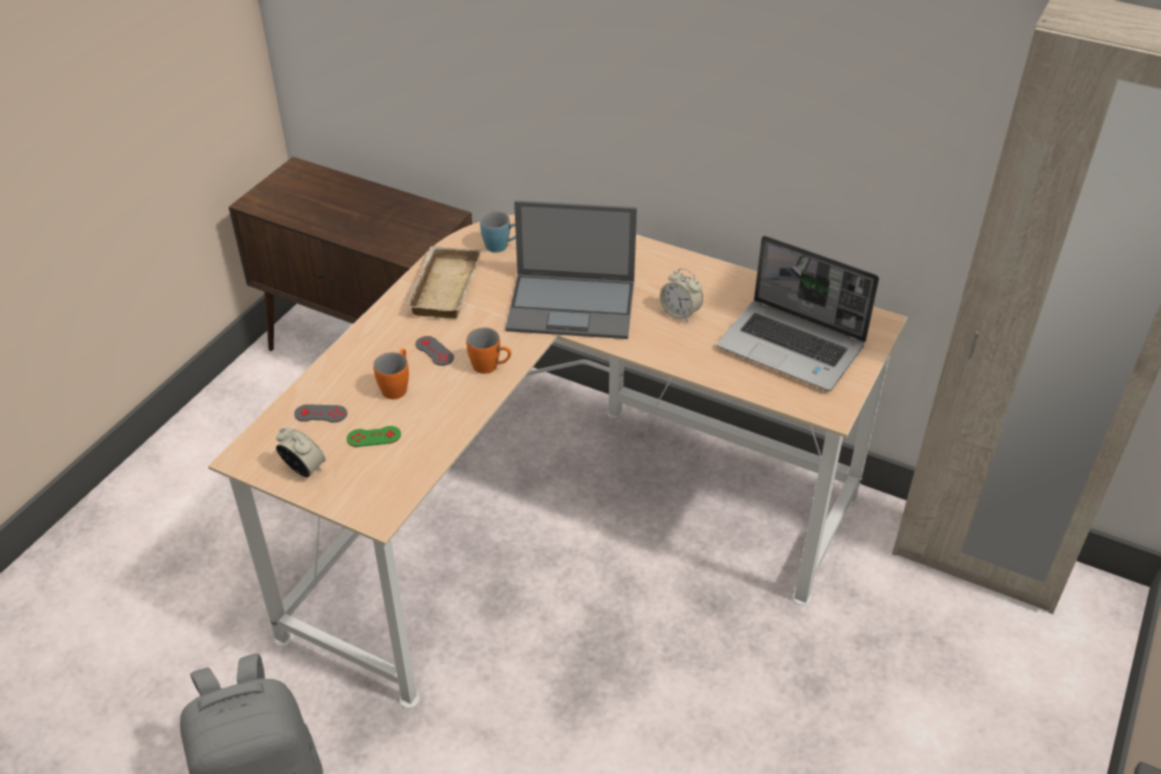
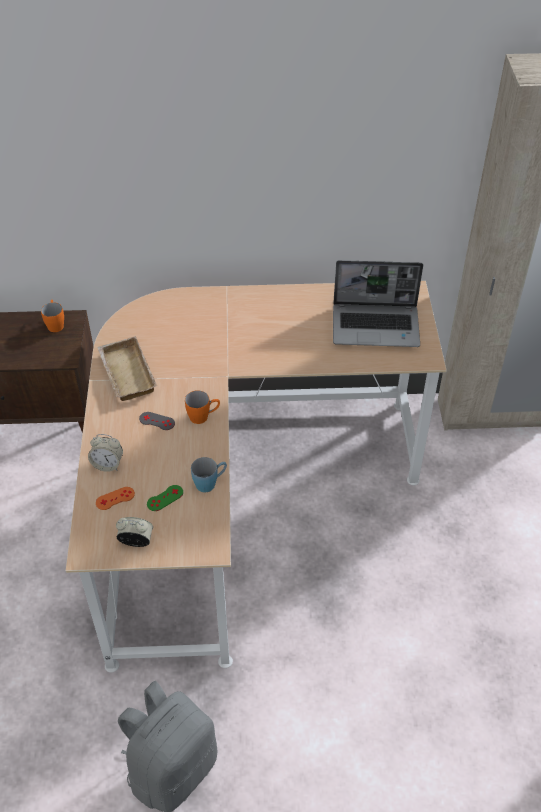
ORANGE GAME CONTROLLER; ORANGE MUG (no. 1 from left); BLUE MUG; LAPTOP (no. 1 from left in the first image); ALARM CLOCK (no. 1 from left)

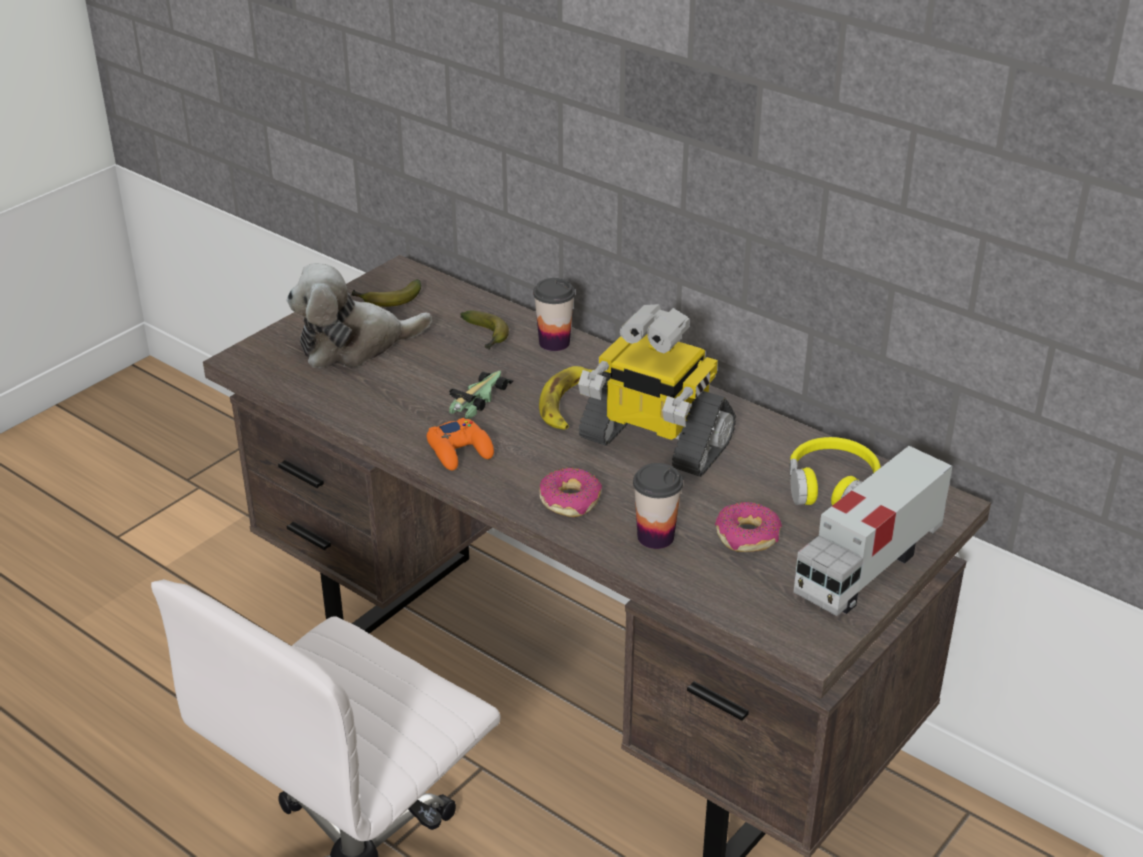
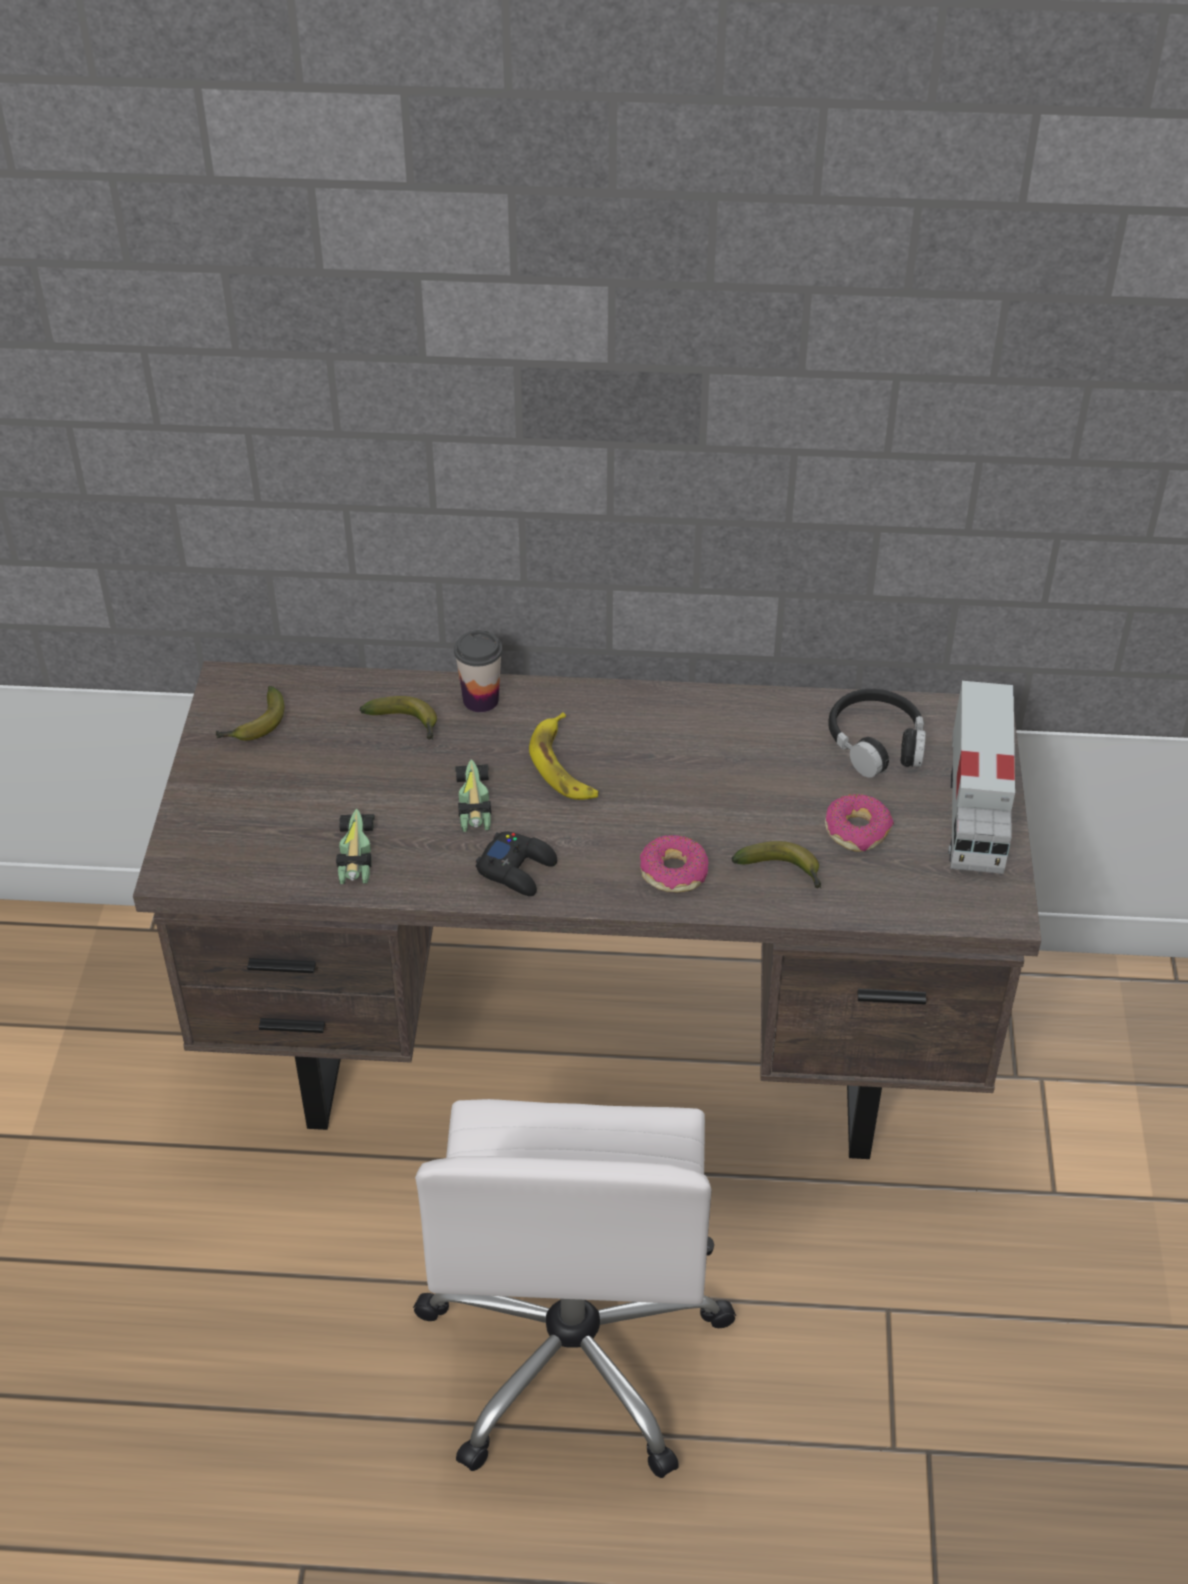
PLUSH TOY; BLACK GAME CONTROLLER; TOY ROBOT; BANANA (no. 4 from left); BLACK HEADPHONES; TOY CAR (no. 1 from left)

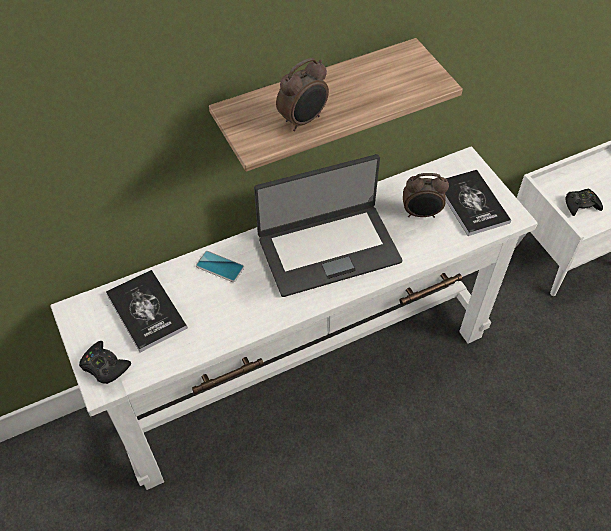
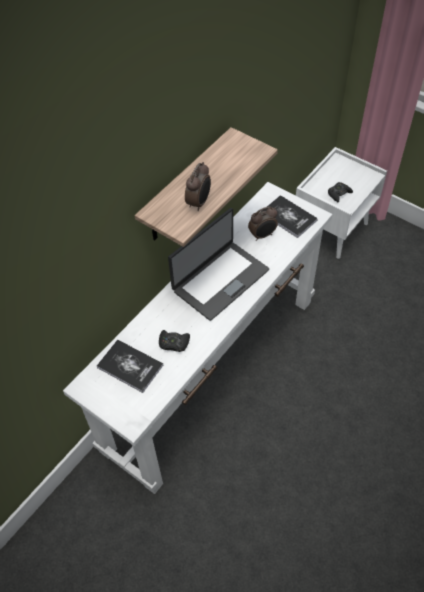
BLACK GAME CONTROLLER (no. 1 from left); PHONE

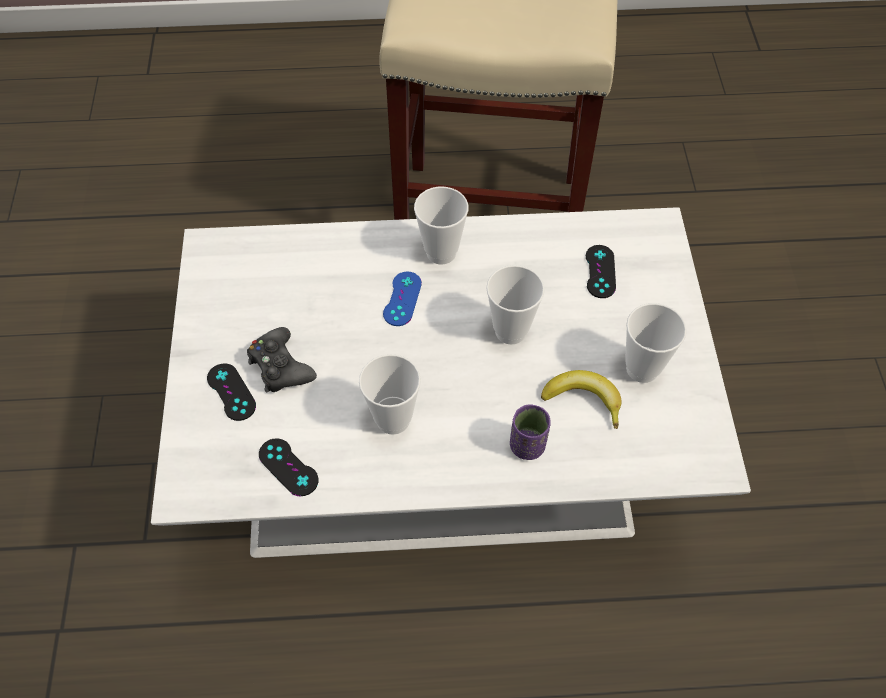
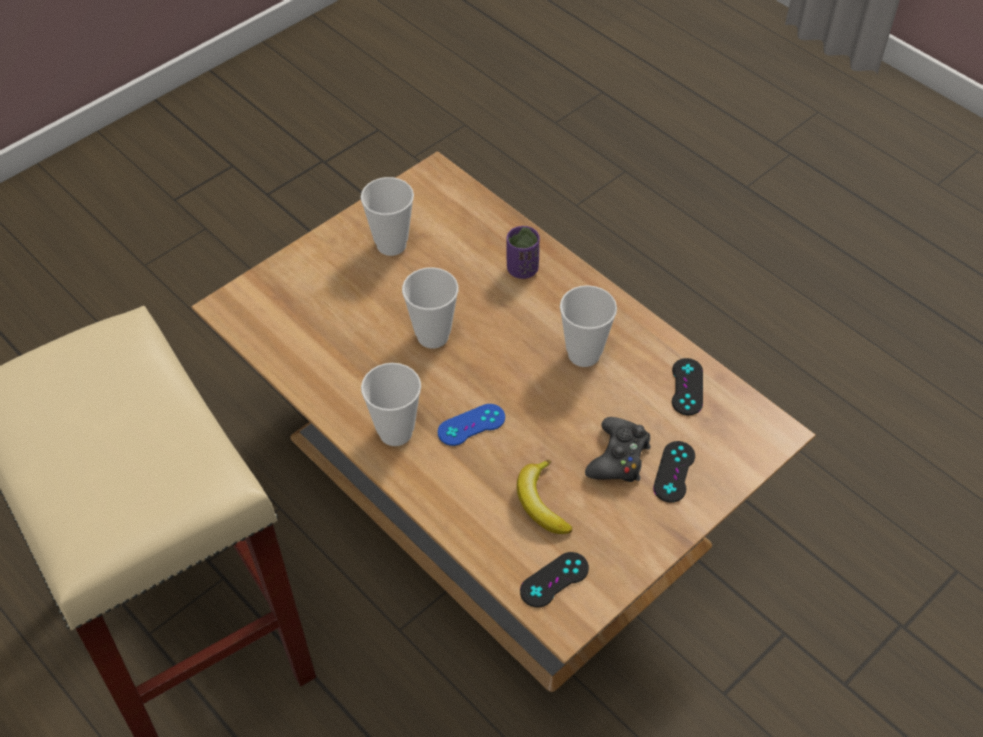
BROWN COFFEE TABLE; BANANA; BLACK GAME CONTROLLER (no. 1 from left)

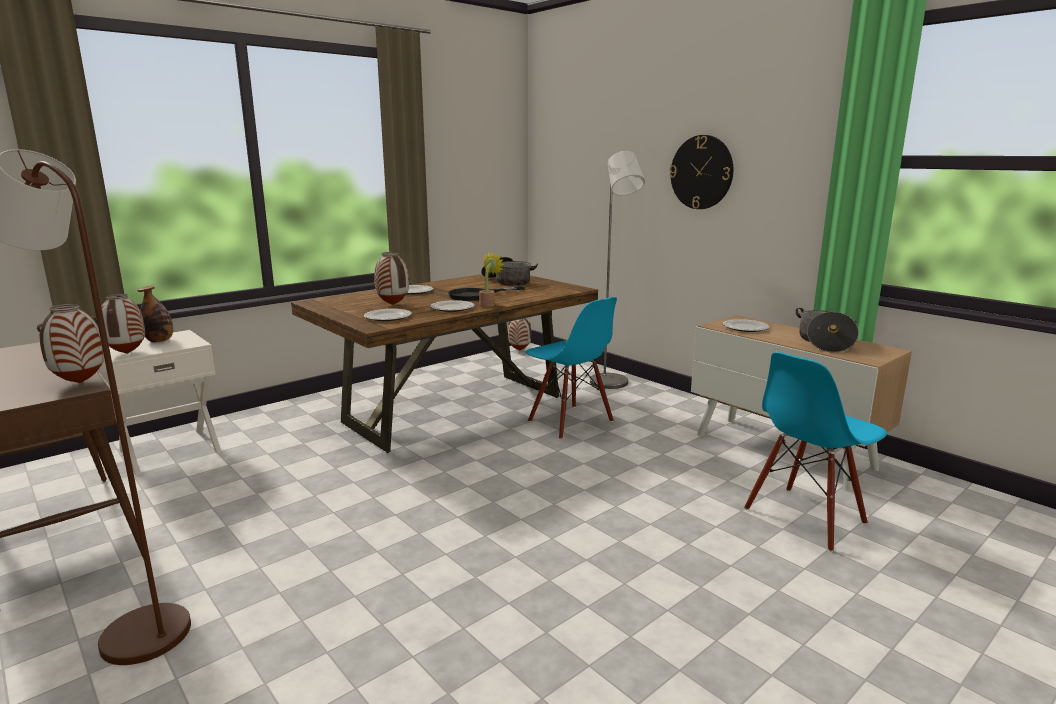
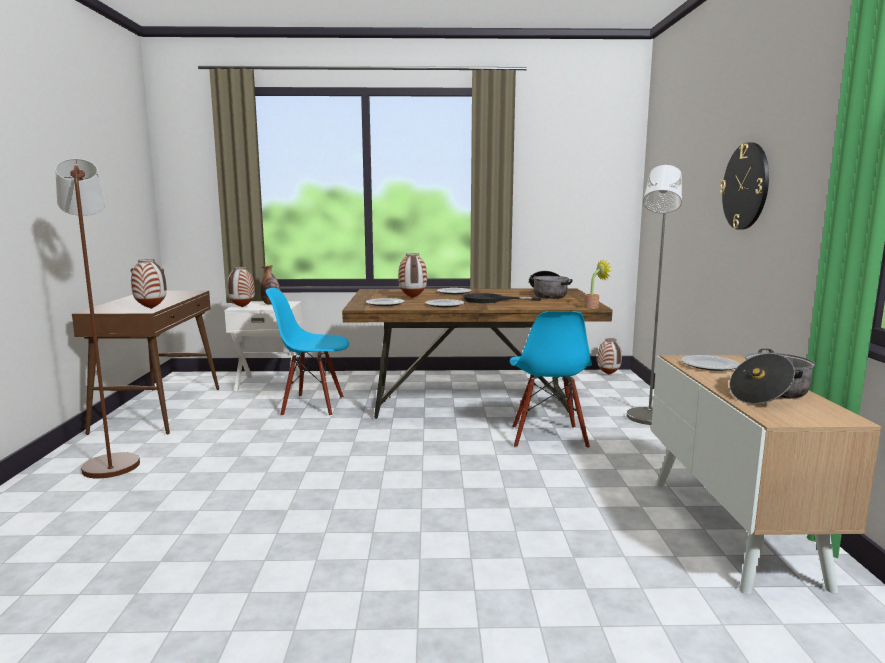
POTTED PLANT; BLUE CHAIR (no. 1 from left)

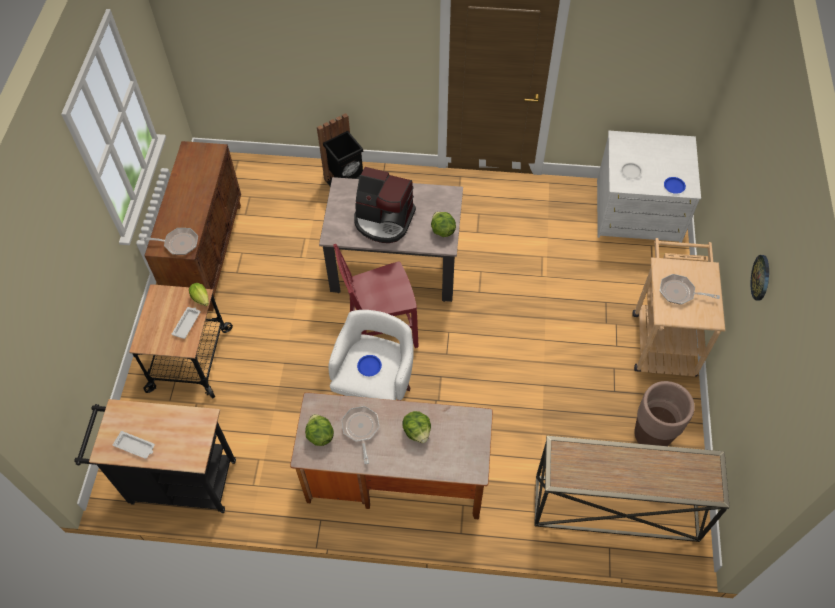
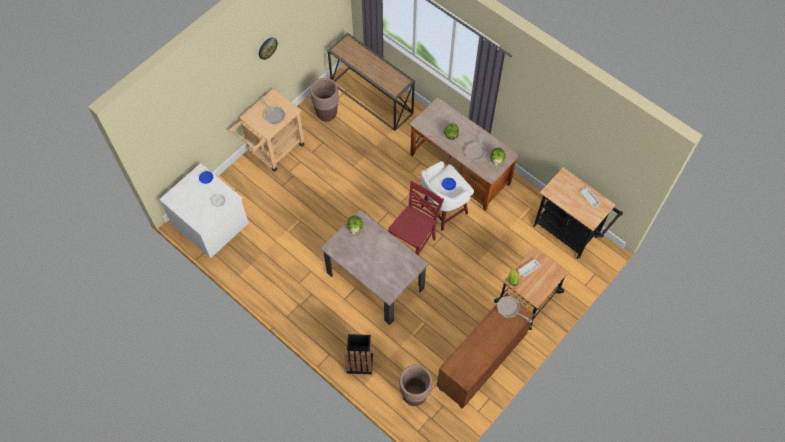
RED CHAIR; COFFEE MACHINE; BROWN PLANTER (no. 2 from left)

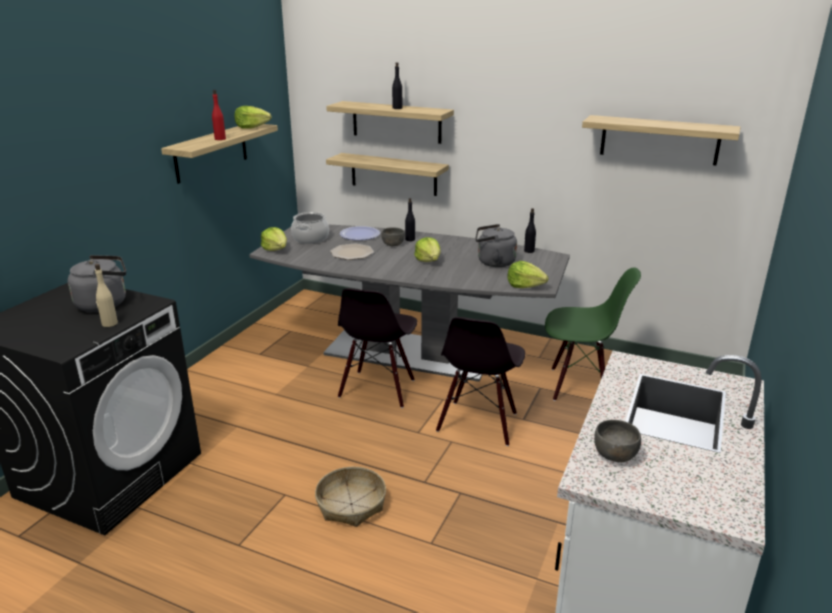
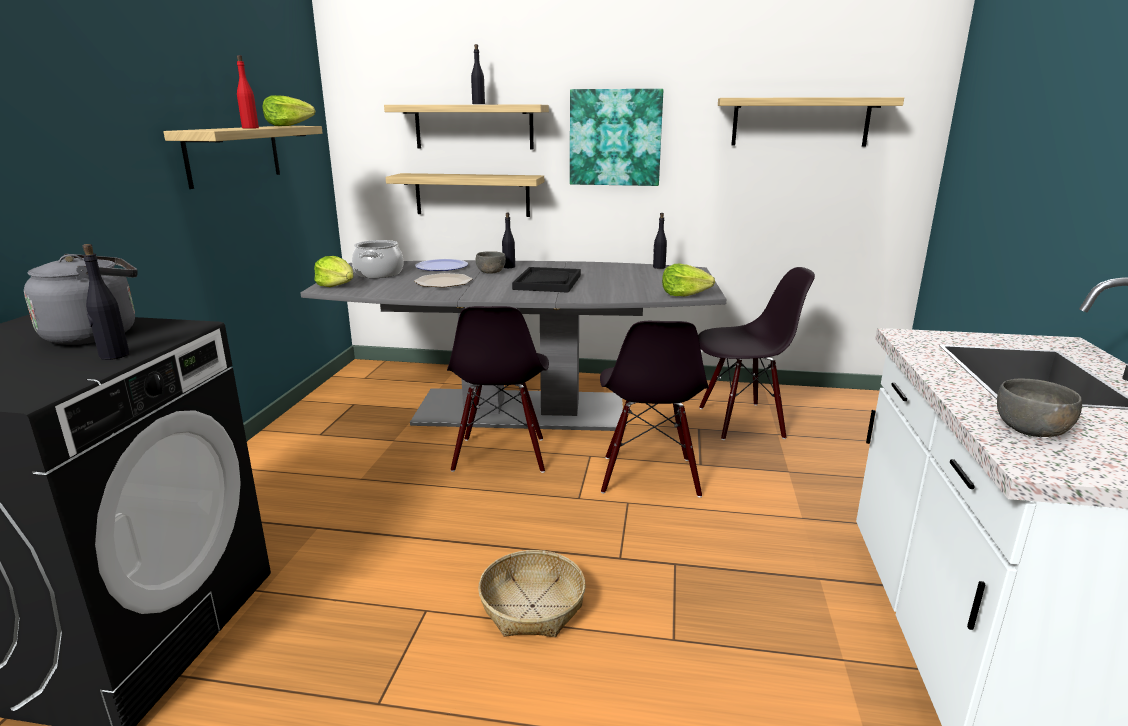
BLACK BOTTLE (no. 1 from left); BLACK TRAY; GREY KETTLE (no. 2 from left in the first image); BLACK CHAIR (no. 3 from left); PICTURE

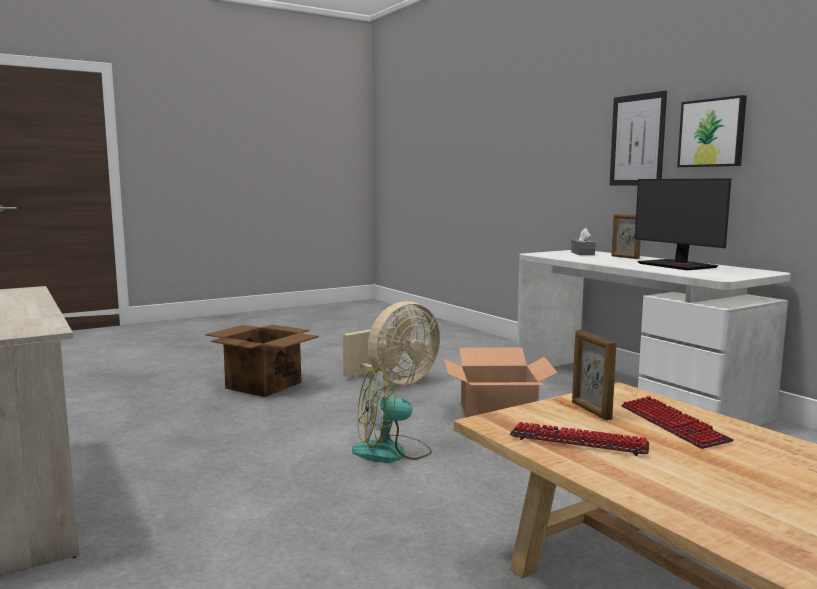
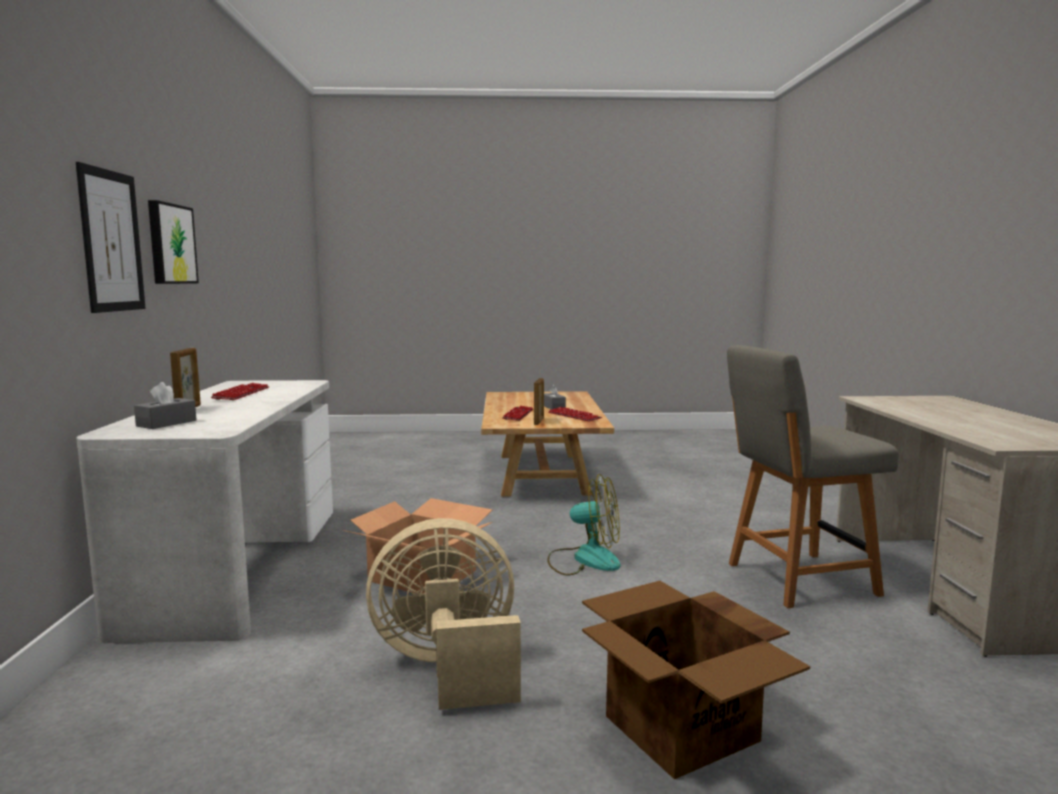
KEYBOARD (no. 1 from left); GREY TISSUE BOX (no. 2 from left); GREY CHAIR

